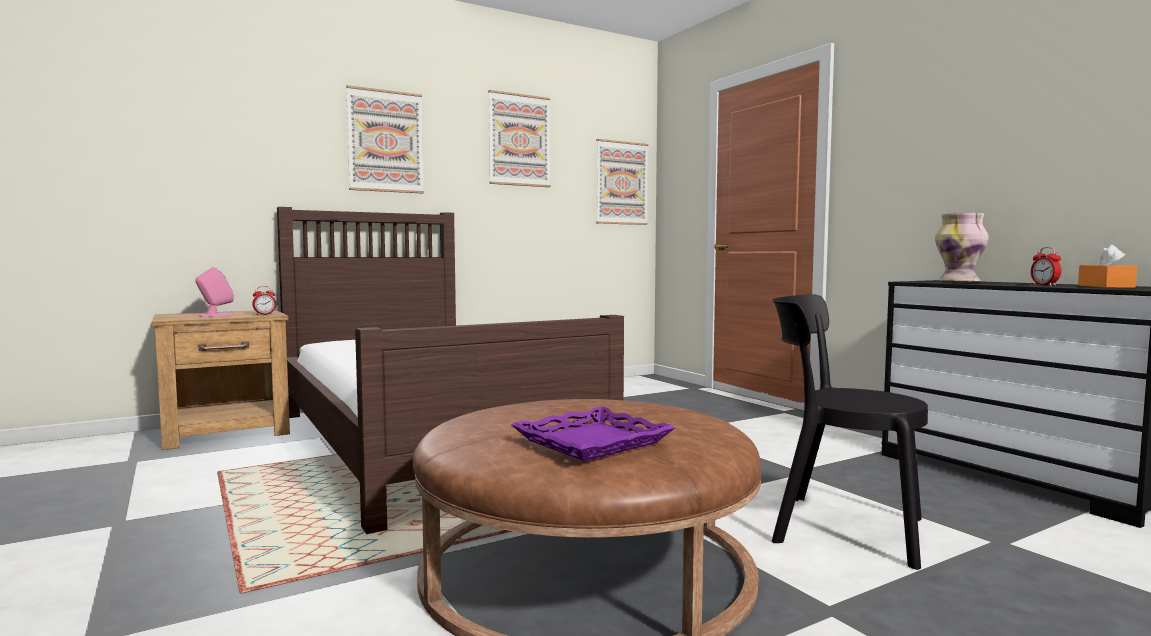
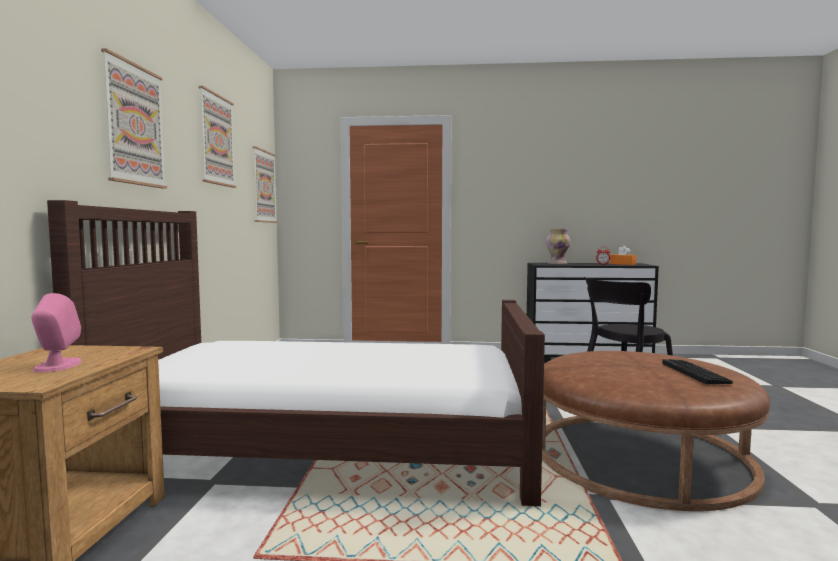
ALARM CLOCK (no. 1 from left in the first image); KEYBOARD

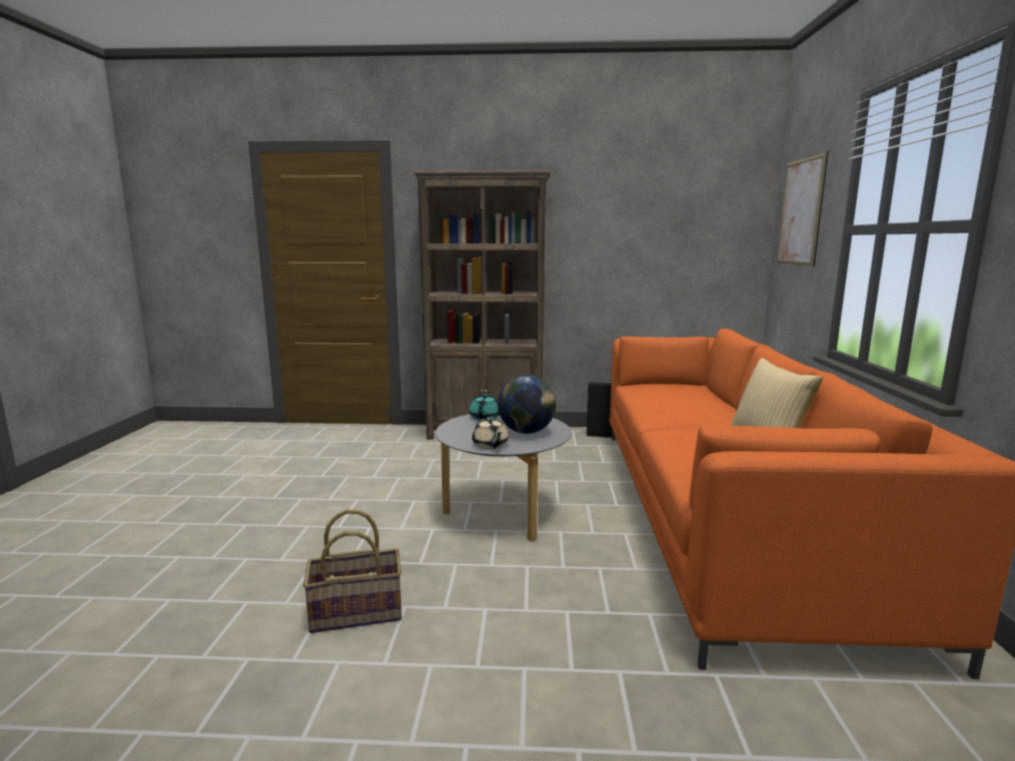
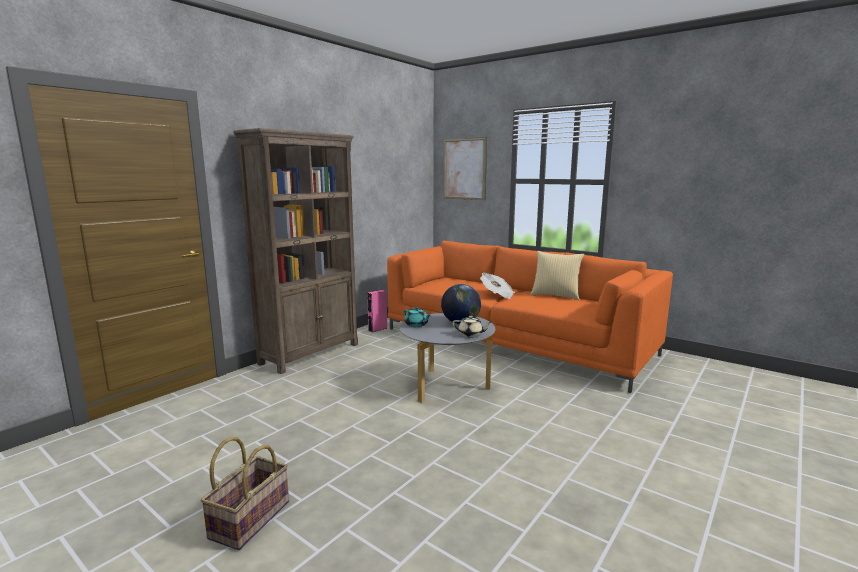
BASKET; PINK SPEAKER; NEWSPAPER

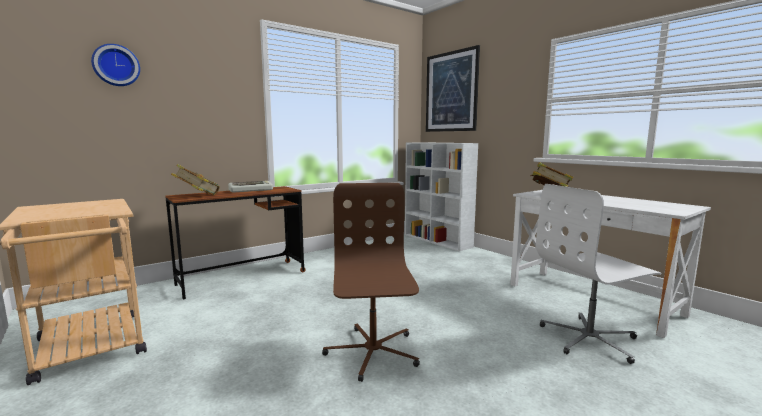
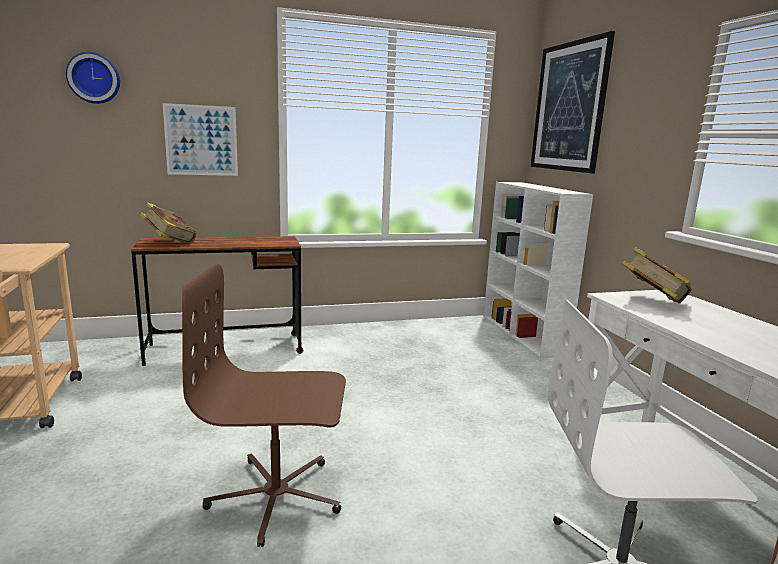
KEYBOARD; BROWN OFFICE CHAIR; PICTURE (no. 1 from left)

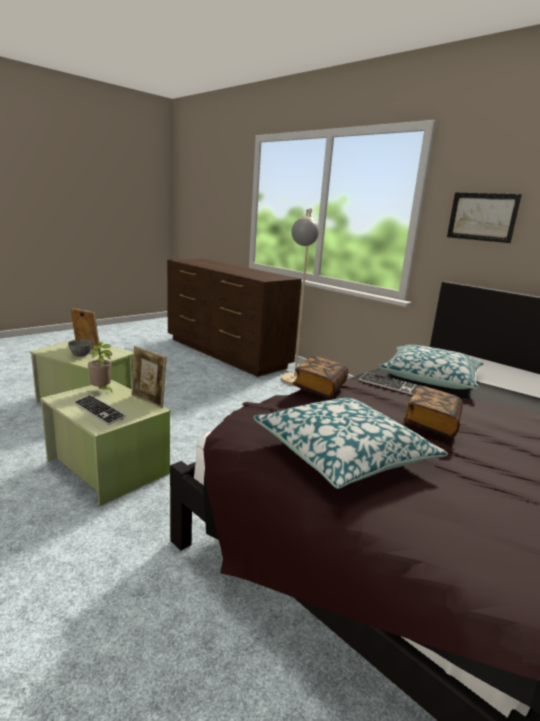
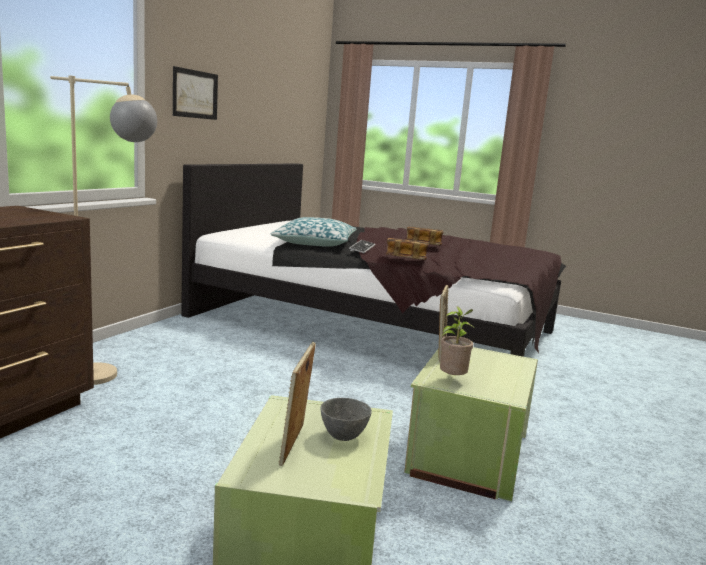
KEYBOARD (no. 1 from left in the first image); PILLOW (no. 1 from left in the first image)

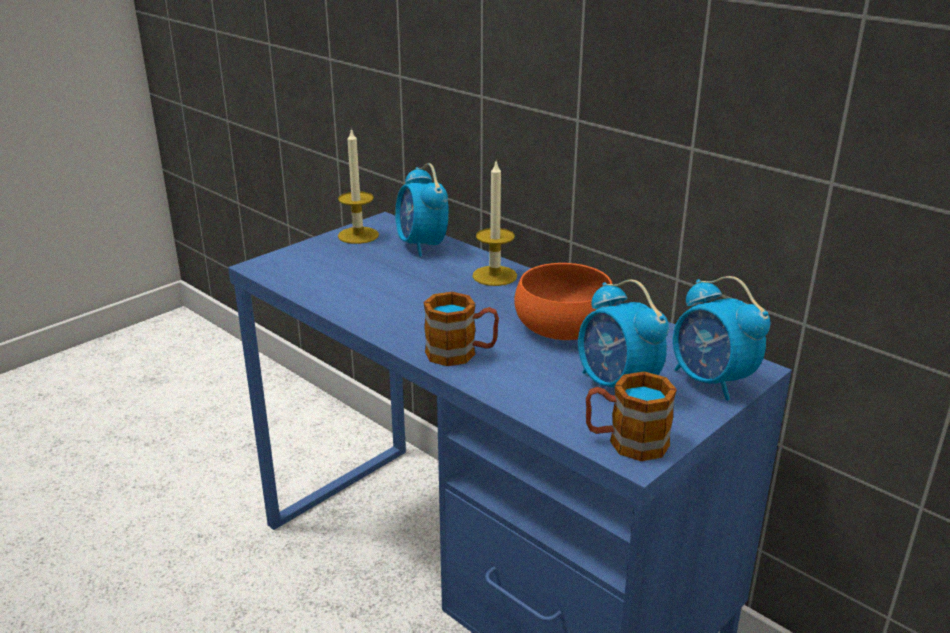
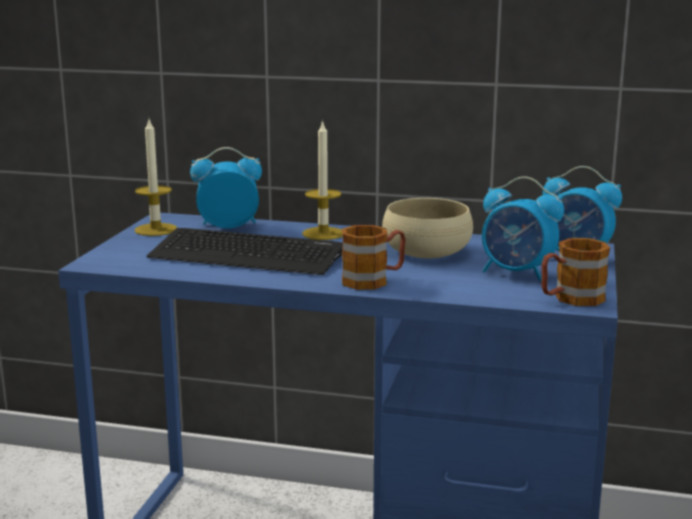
ALARM CLOCK (no. 1 from left); BEIGE BOWL; KEYBOARD

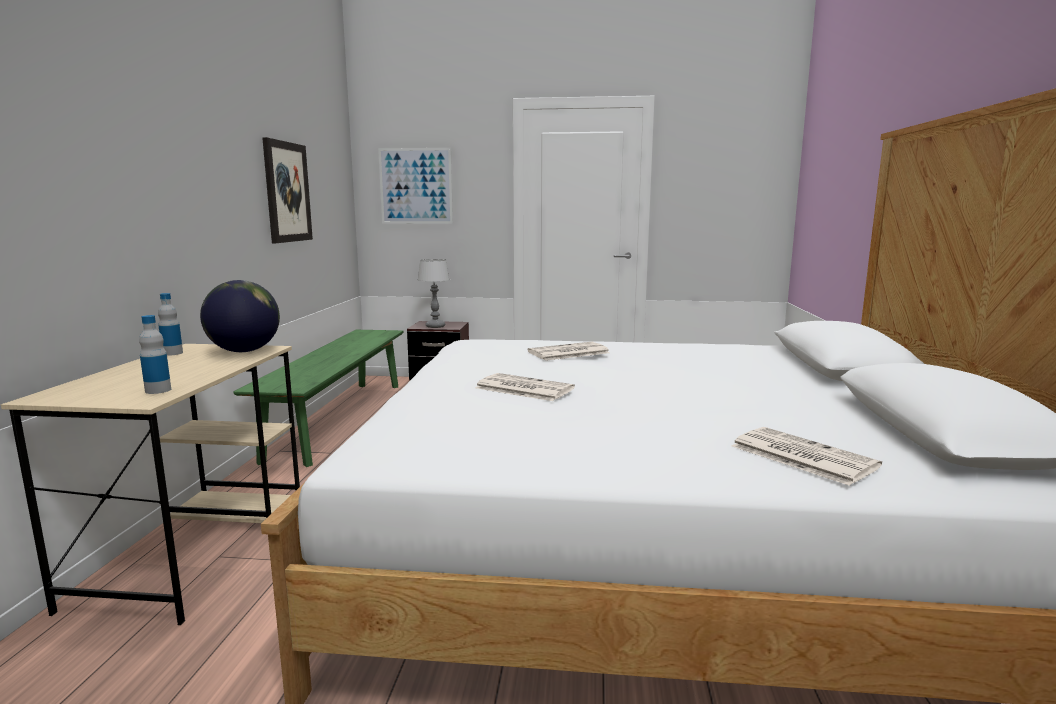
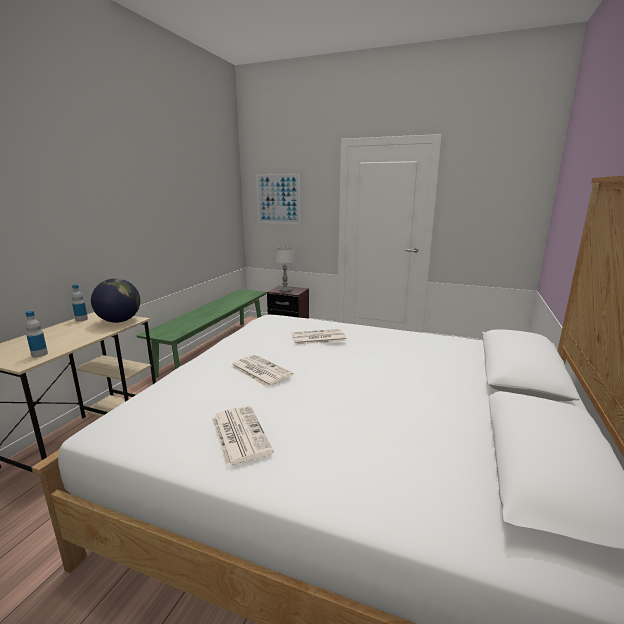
PICTURE (no. 1 from left in the first image); NEWSPAPER (no. 1 from left)

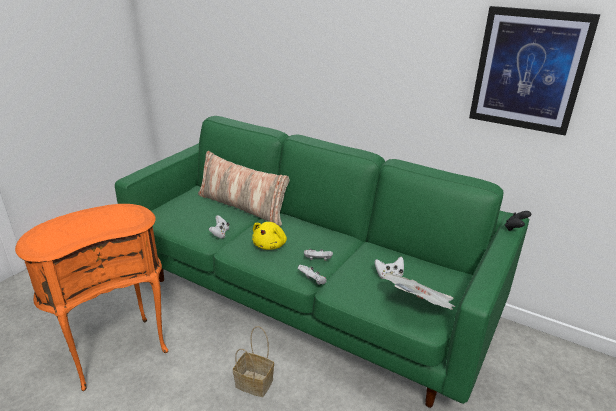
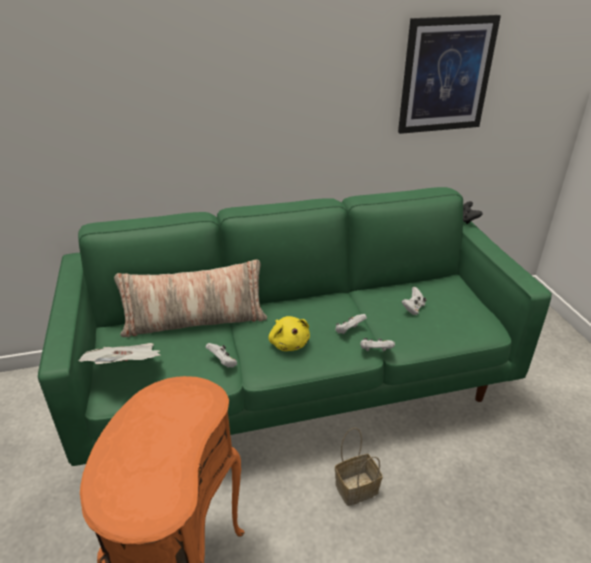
NEWSPAPER

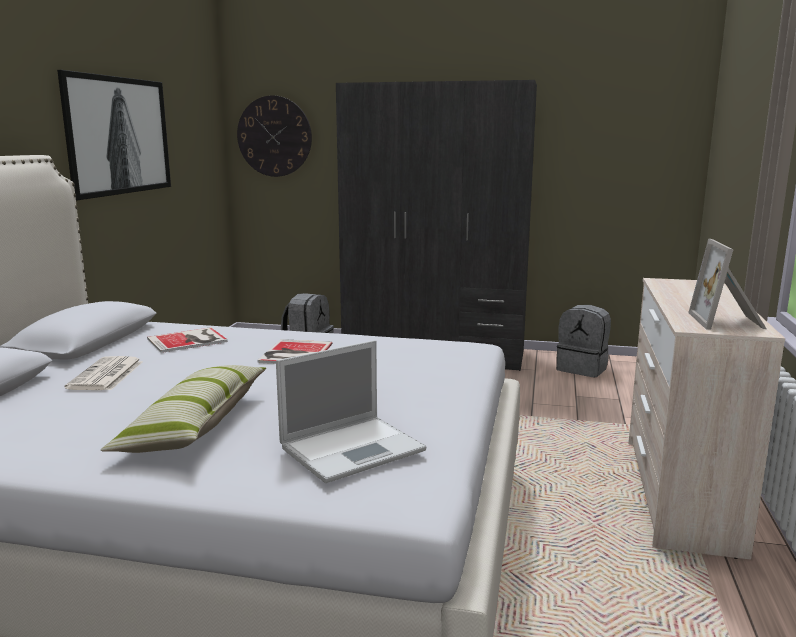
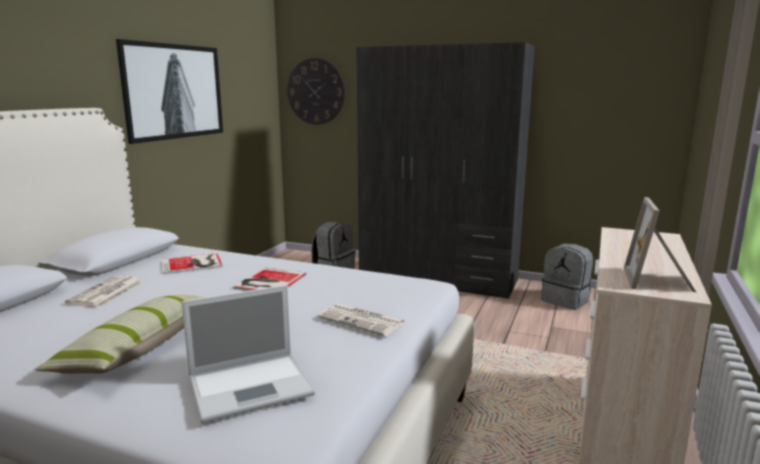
NEWSPAPER (no. 2 from left)

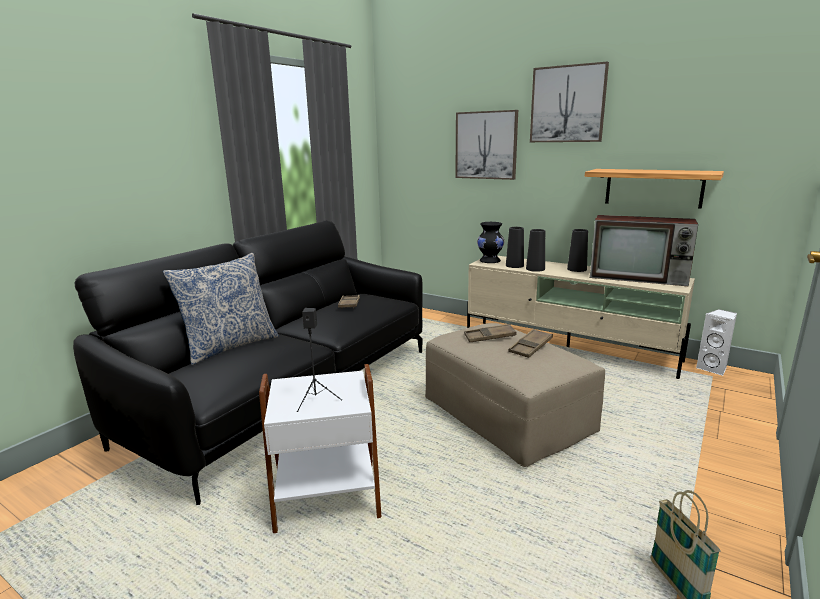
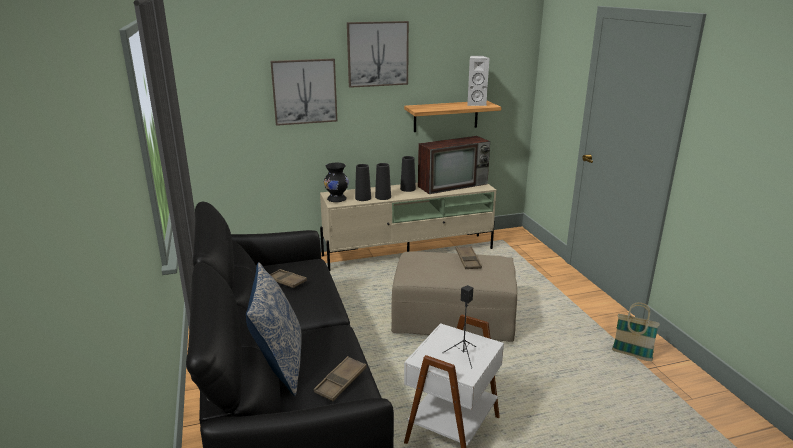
BROWN TRAY (no. 2 from left); WHITE SPEAKER

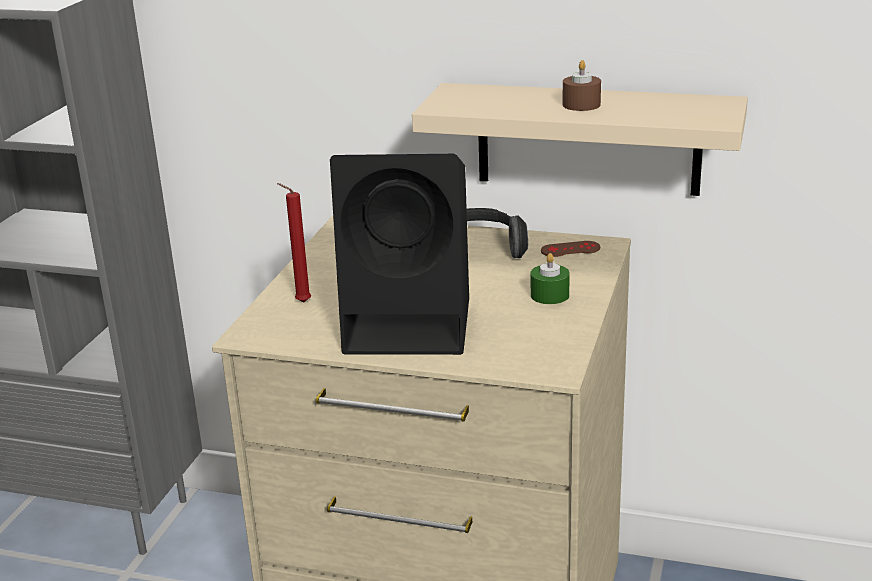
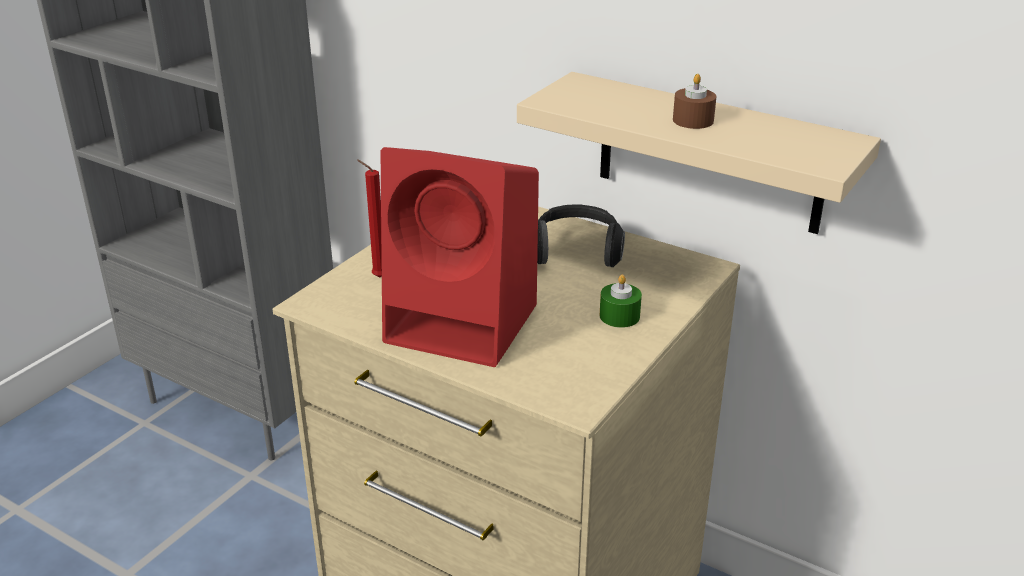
RED SPEAKER; BROWN GAME CONTROLLER

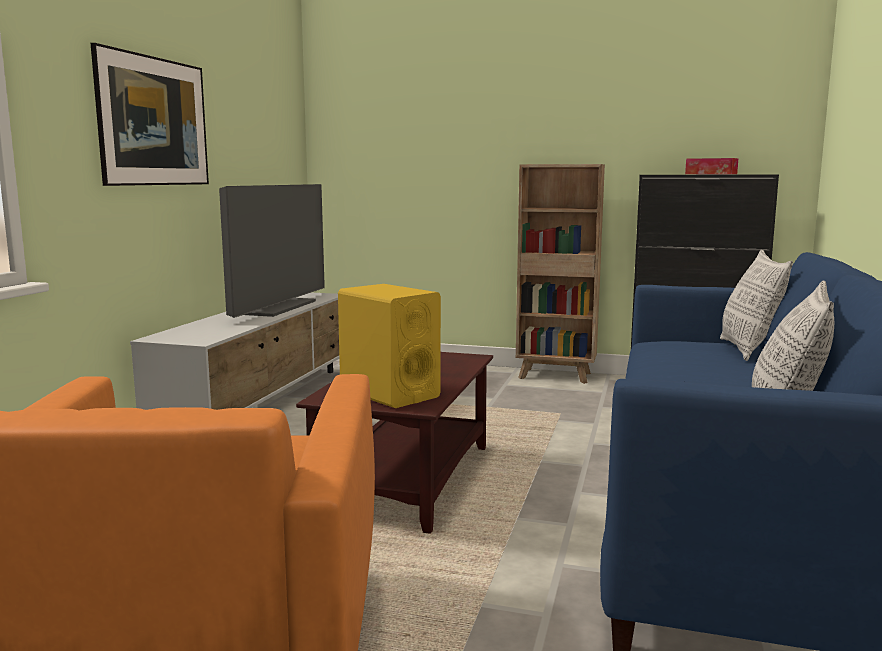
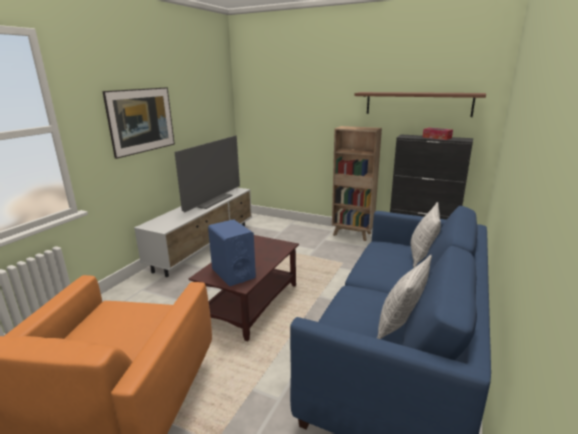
BLUE SPEAKER; BROWN SHELF

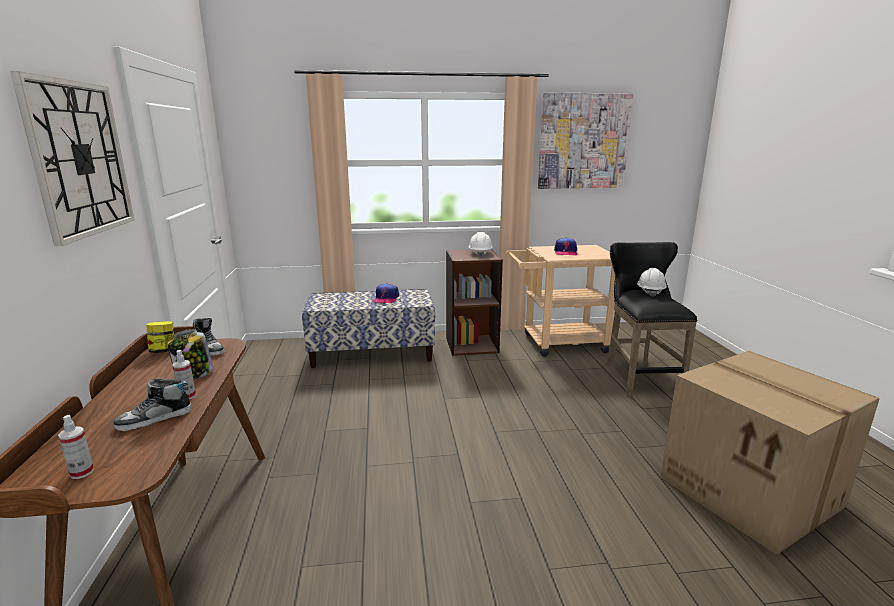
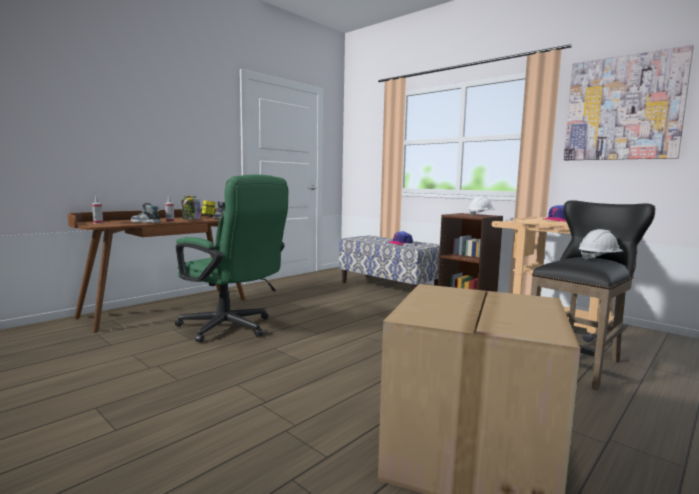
WALL CLOCK; GREEN OFFICE CHAIR

